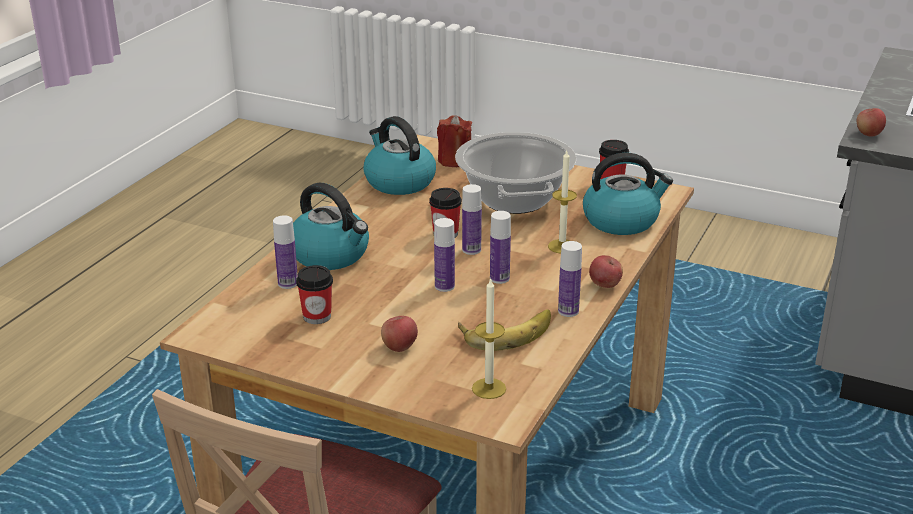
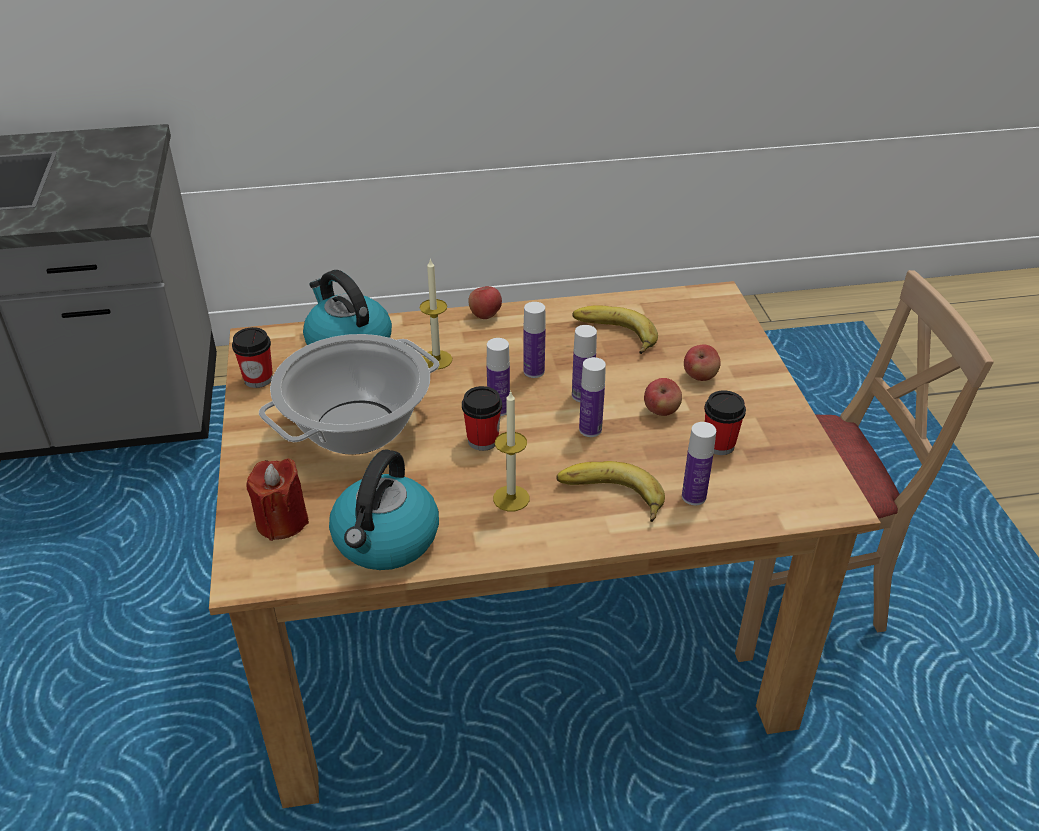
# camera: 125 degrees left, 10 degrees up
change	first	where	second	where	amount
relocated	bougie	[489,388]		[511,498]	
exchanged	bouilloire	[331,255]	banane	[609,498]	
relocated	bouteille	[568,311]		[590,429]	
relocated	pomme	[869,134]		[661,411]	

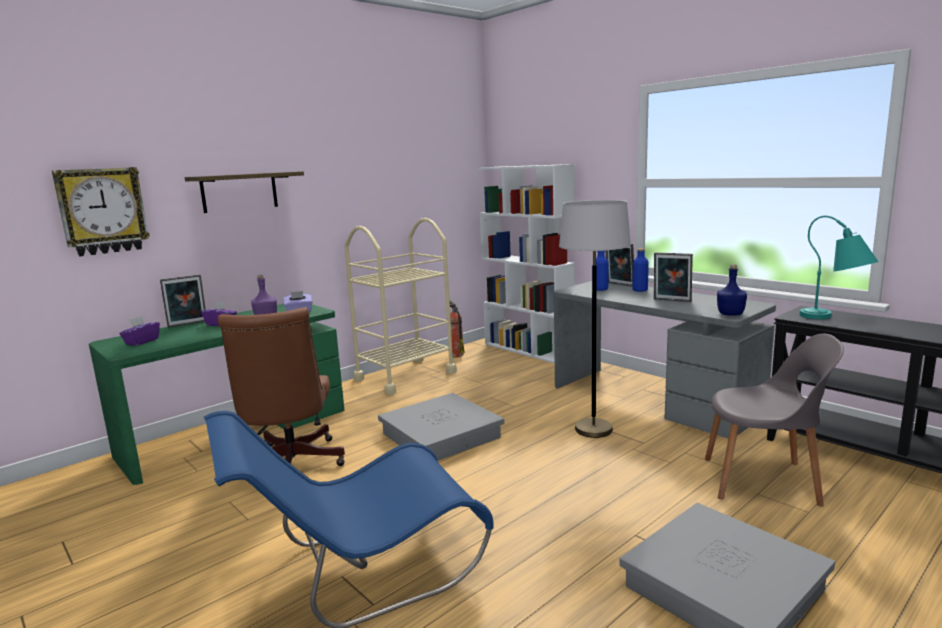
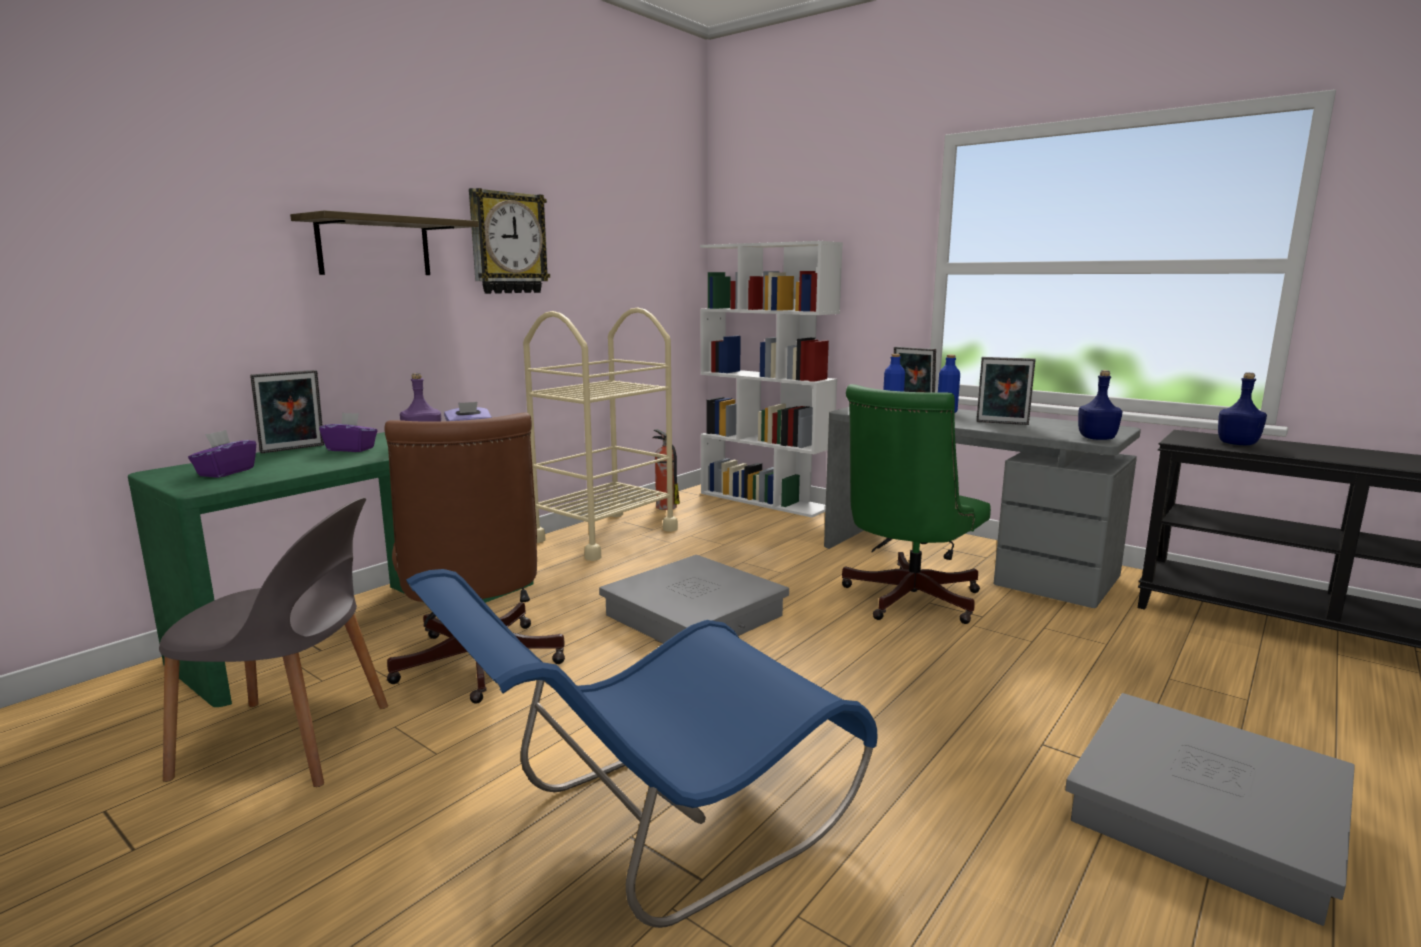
# camera: 10 degrees left, 0 degrees up
change	first	where	second	where	amount
relocated	chaise/gris	[764,481]		[290,742]	
relocated	horloge murale	[102,211]		[508,243]	
exchanged	lampadaire/gris	[593,429]	chaise de bureau/vert	[906,601]	
exchanged	lampe de table/turquoise	[835,319]	bouteille/bleu	[1236,443]	

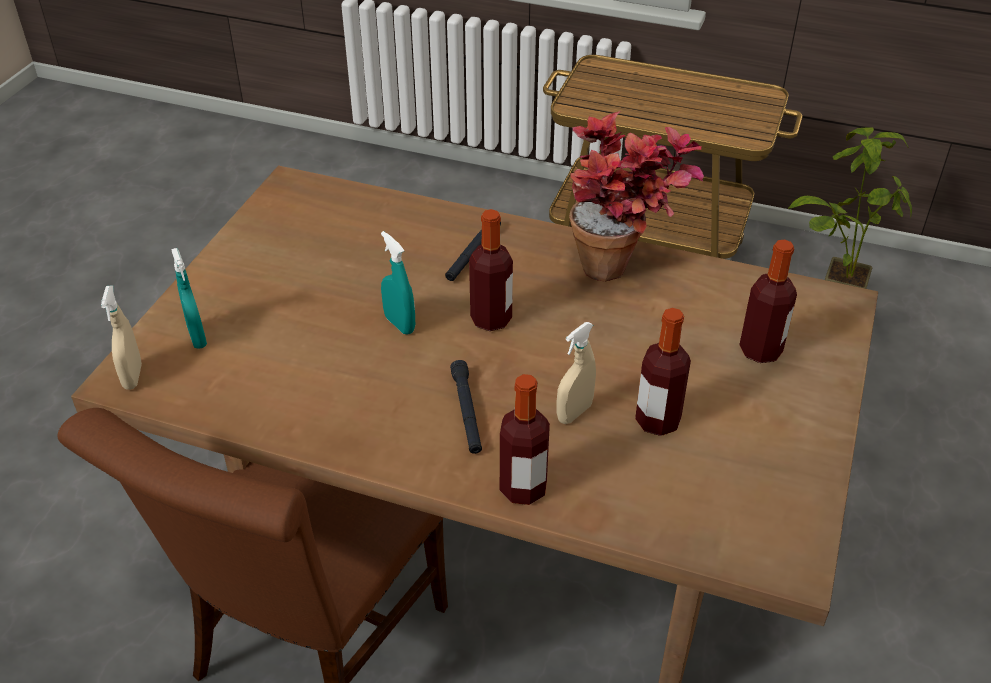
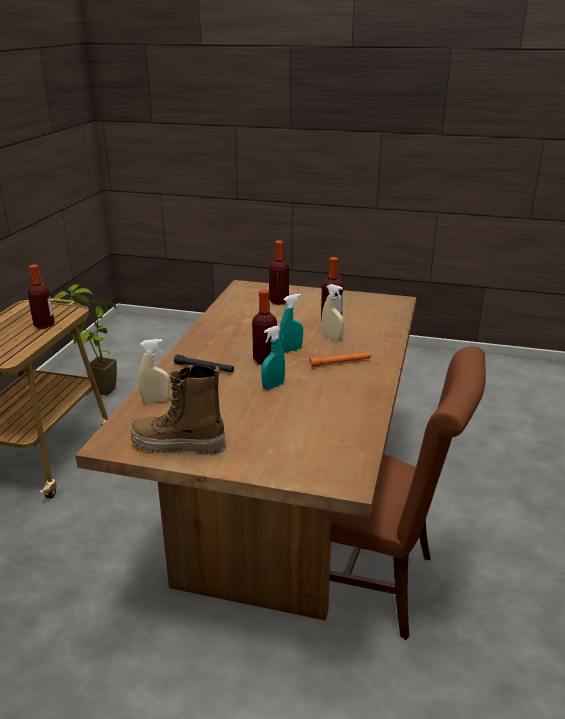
# camera: 95 degrees left, 15 degrees down
change	first	where	second	where	amount
relocated	bouteille	[523,488]		[44,325]	
appeared			botte	[179,446]	
relocated	vaporisateur/beige	[133,377]		[156,401]	
relocated	vaporisateur/turquoise	[197,337]		[291,350]	
colour	lampe de poche/noir	[467,412]	lampe de poche/orange	[340,363]	
missing	plante en pot	[621,270]			

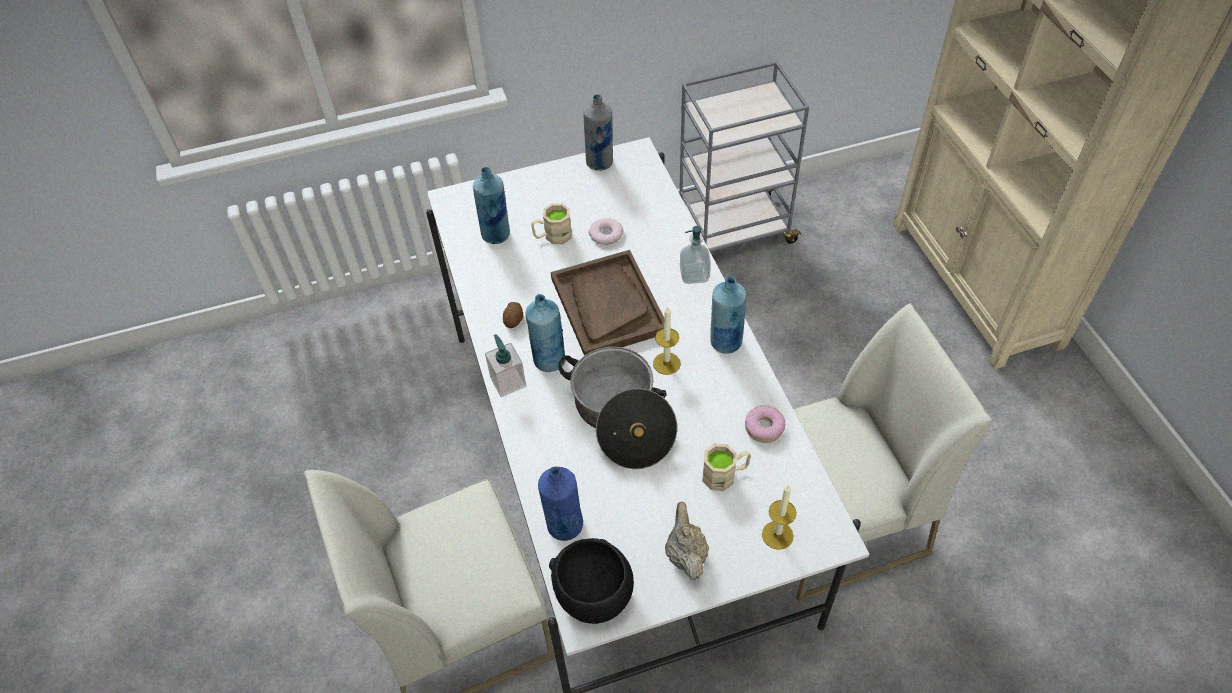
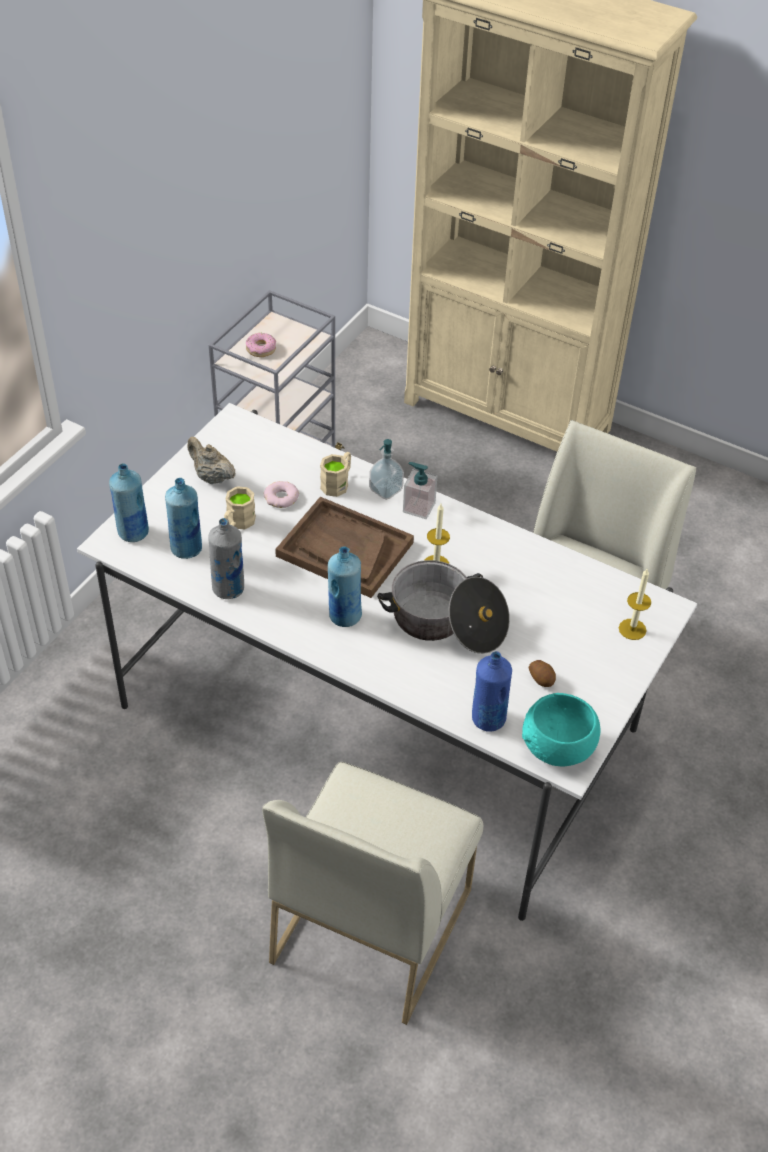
# camera: 45 degrees left, 5 degrees down
change	first	where	second	where	amount
relocated	bouteille/bleu	[725,342]		[133,533]	
relocated	théière/beige	[685,554]		[211,477]	
relocated	bouteille/gris	[600,162]		[228,588]	
relocated	beignet	[764,427]		[261,349]	
relocated	mug/beige	[725,475]		[338,483]	
relocated	distributeur de savon	[508,382]		[418,507]	
colour	bol/noir	[592,594]	bol/turquoise	[557,748]	
relocated	pomme de terre	[514,320]		[542,679]	

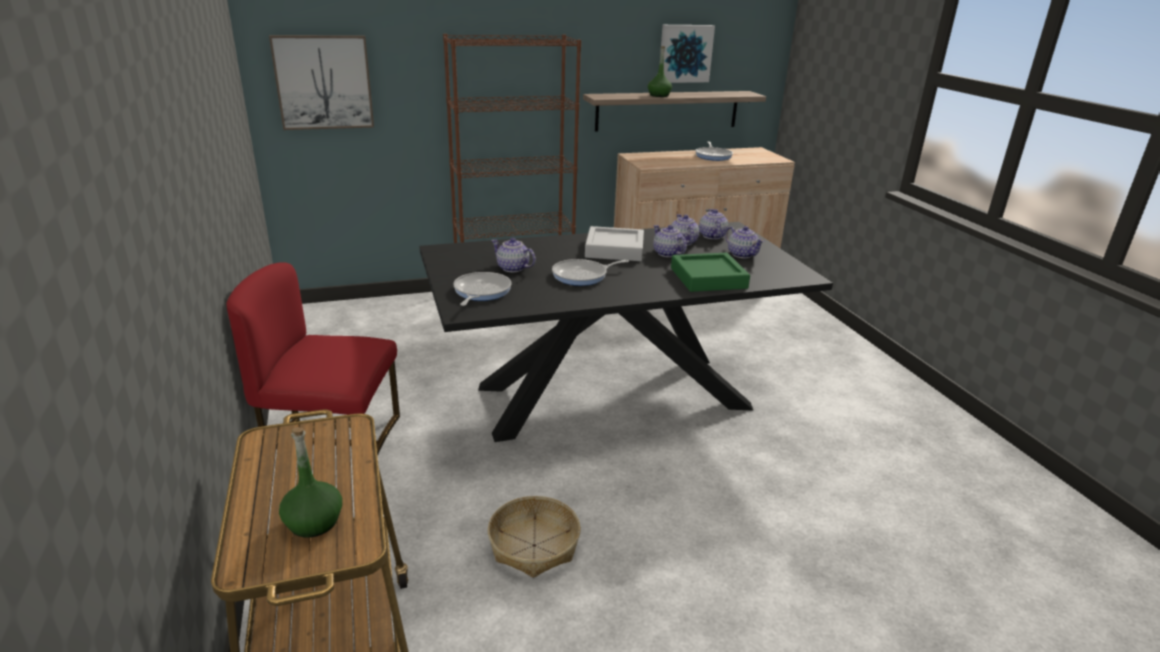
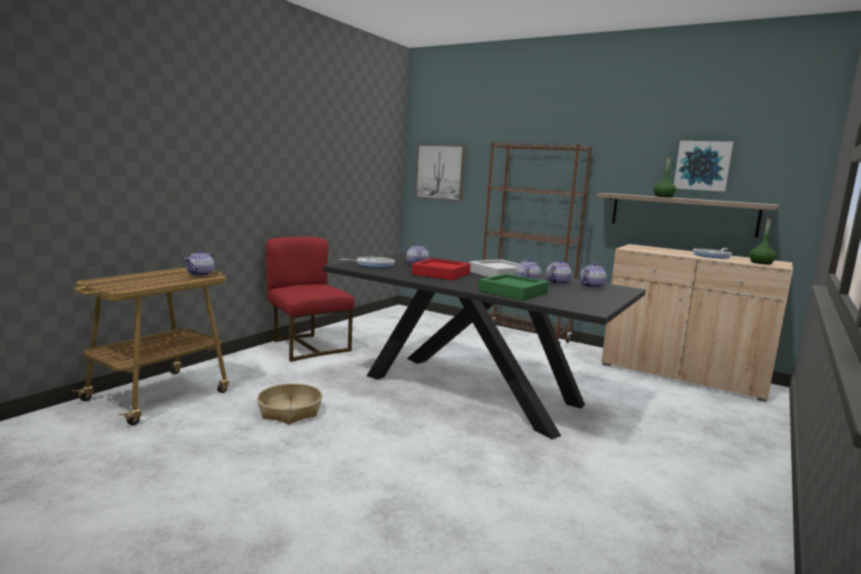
# camera: 50 degrees right, 15 degrees down
change	first	where	second	where	amount
relocated	théière	[742,254]		[200,274]	
exchanged	poêle	[582,276]	plateau/rouge	[441,274]	
relocated	bouteille/vert	[314,522]		[761,263]	

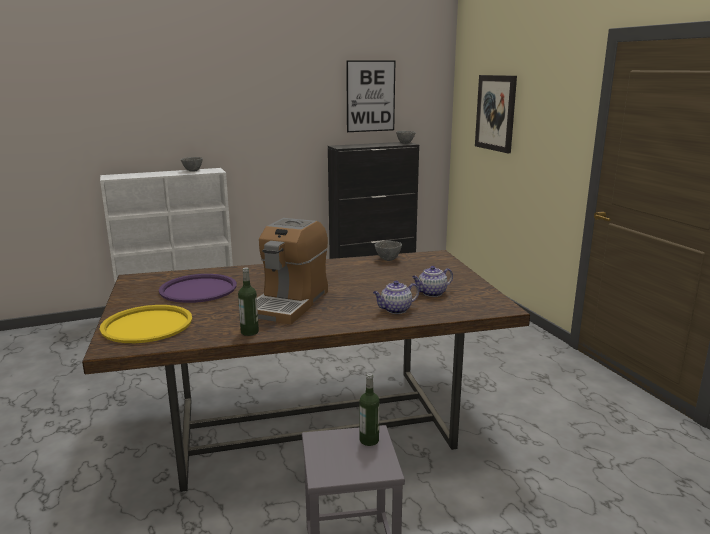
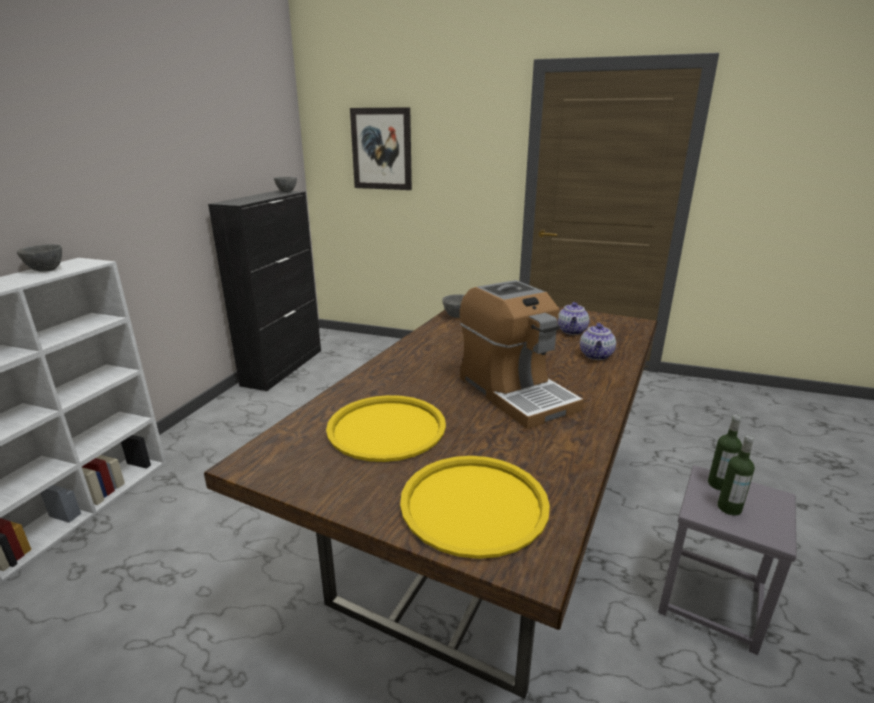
# camera: 50 degrees left, 5 degrees up
change	first	where	second	where	amount
colour	plateau/violet	[198,289]	plateau/jaune	[387,428]	
relocated	bouteille	[249,332]		[729,508]	
missing	tableau	[370,96]			

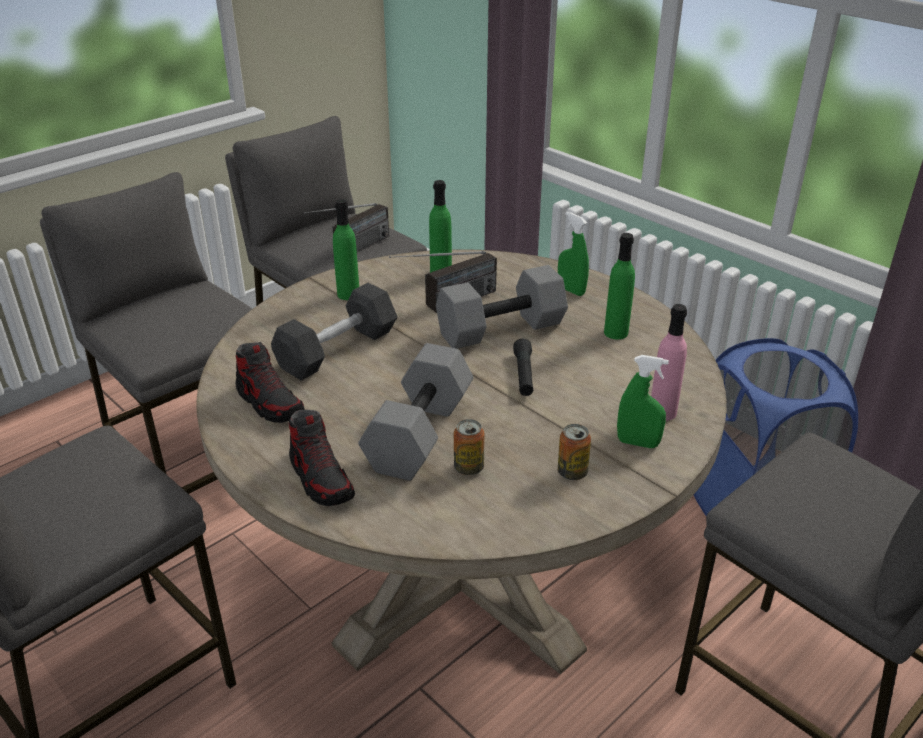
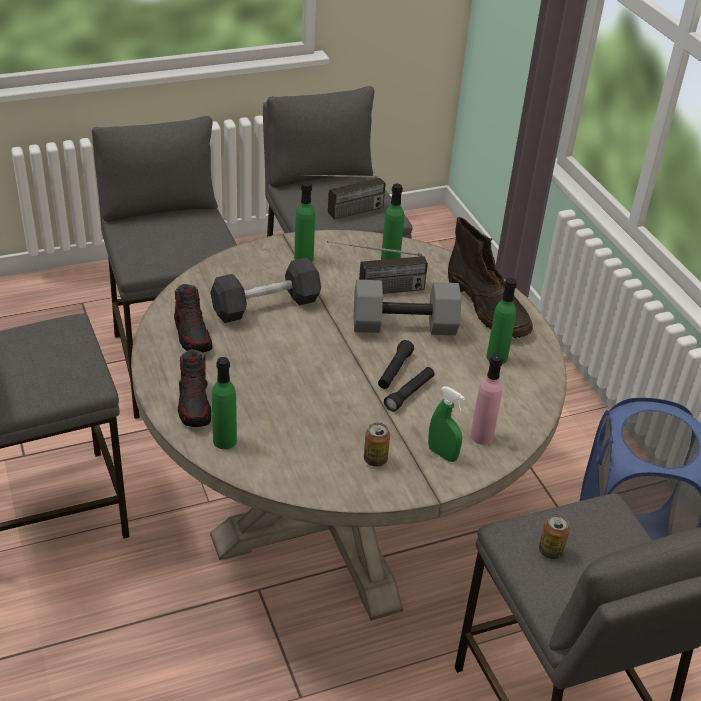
# camera: 20 degrees right, 5 degrees up
change	first	where	second	where	amount
appeared			bouteille/vert	[225,440]	
appeared			lampe de poche/noir	[409,394]	
exchanged	vaporisateur/vert	[571,290]	botte/marron	[488,307]	
relocated	boîte métallique	[468,468]		[550,551]	
missing	haltère/gris	[421,435]			

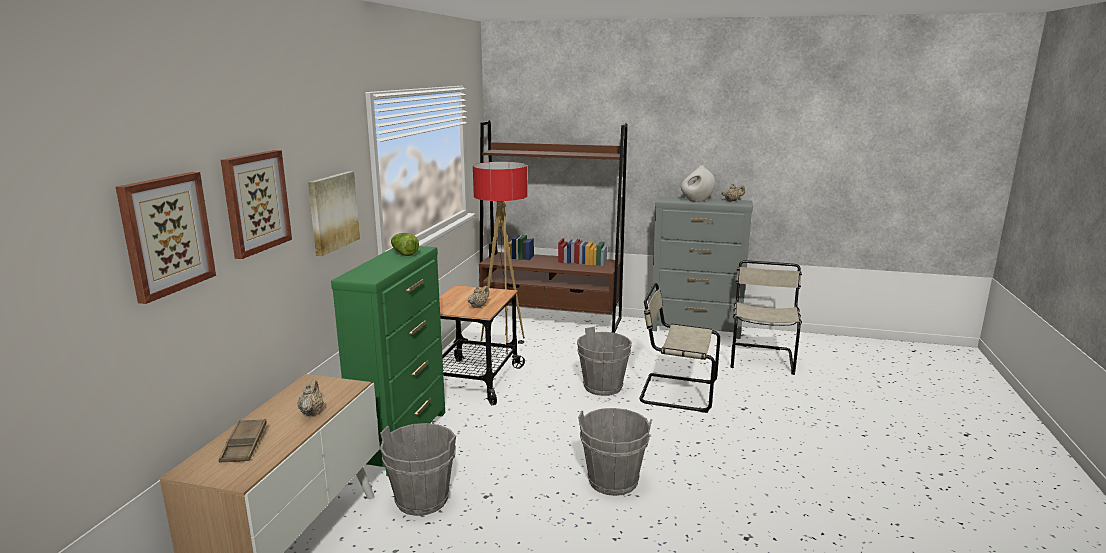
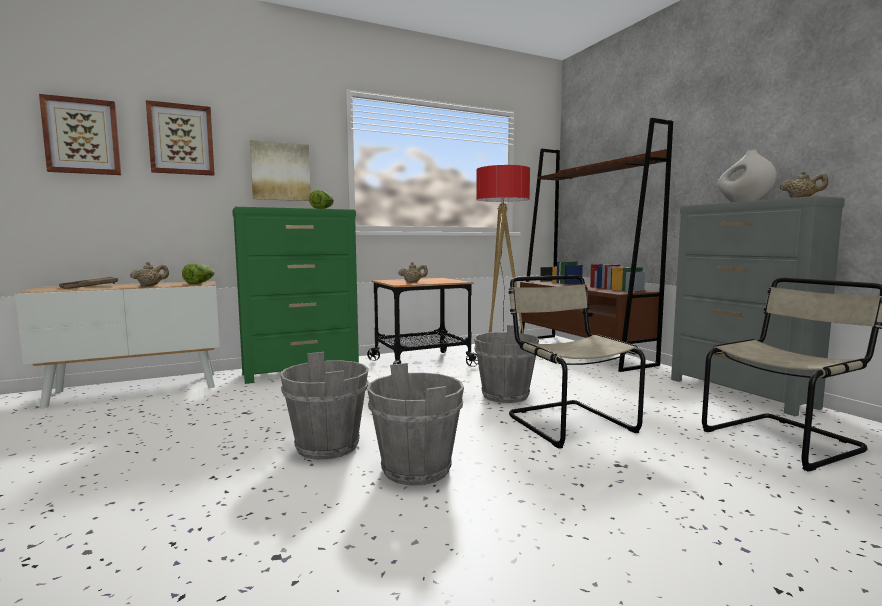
# camera: 50 degrees right, 10 degrees down
change	first	where	second	where	amount
appeared			laitue	[199,283]	
relocated	seau/gris	[422,500]		[415,469]	

